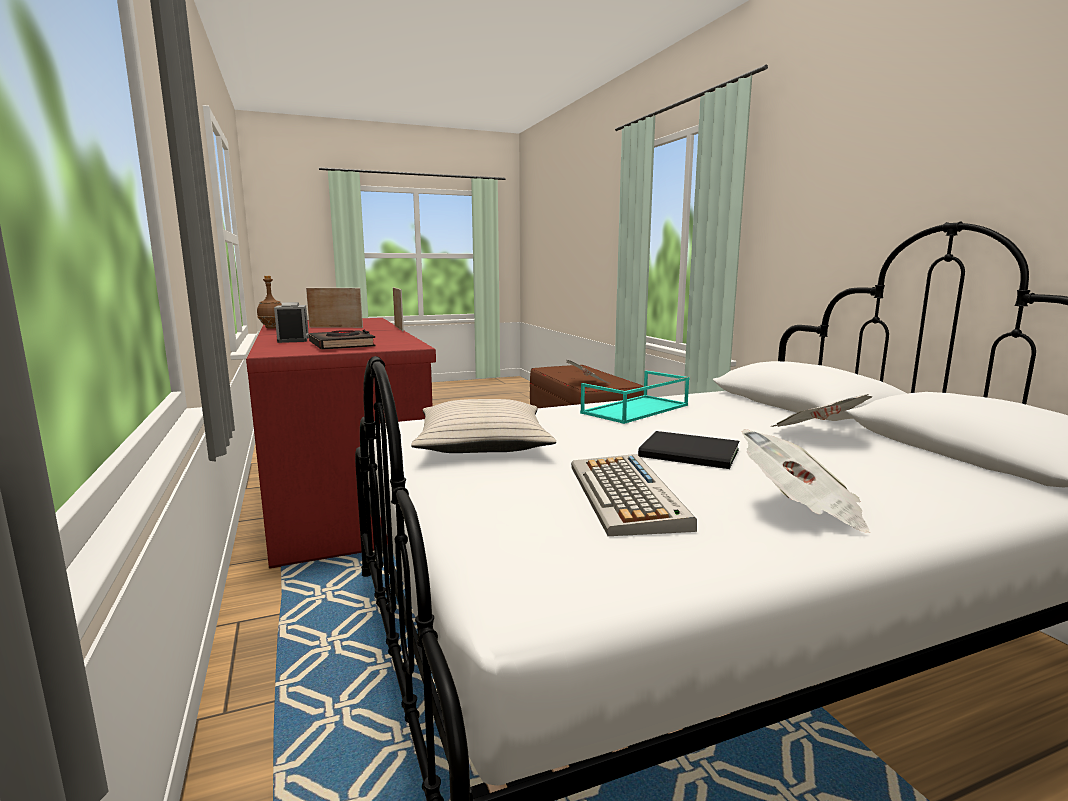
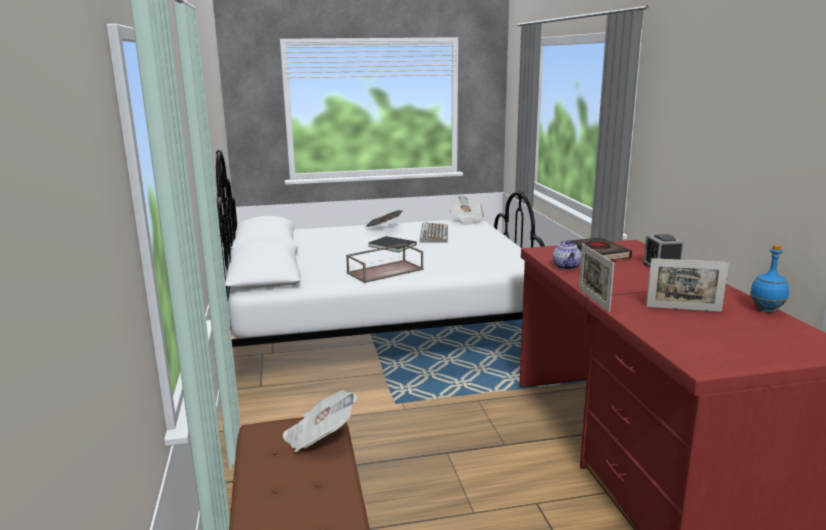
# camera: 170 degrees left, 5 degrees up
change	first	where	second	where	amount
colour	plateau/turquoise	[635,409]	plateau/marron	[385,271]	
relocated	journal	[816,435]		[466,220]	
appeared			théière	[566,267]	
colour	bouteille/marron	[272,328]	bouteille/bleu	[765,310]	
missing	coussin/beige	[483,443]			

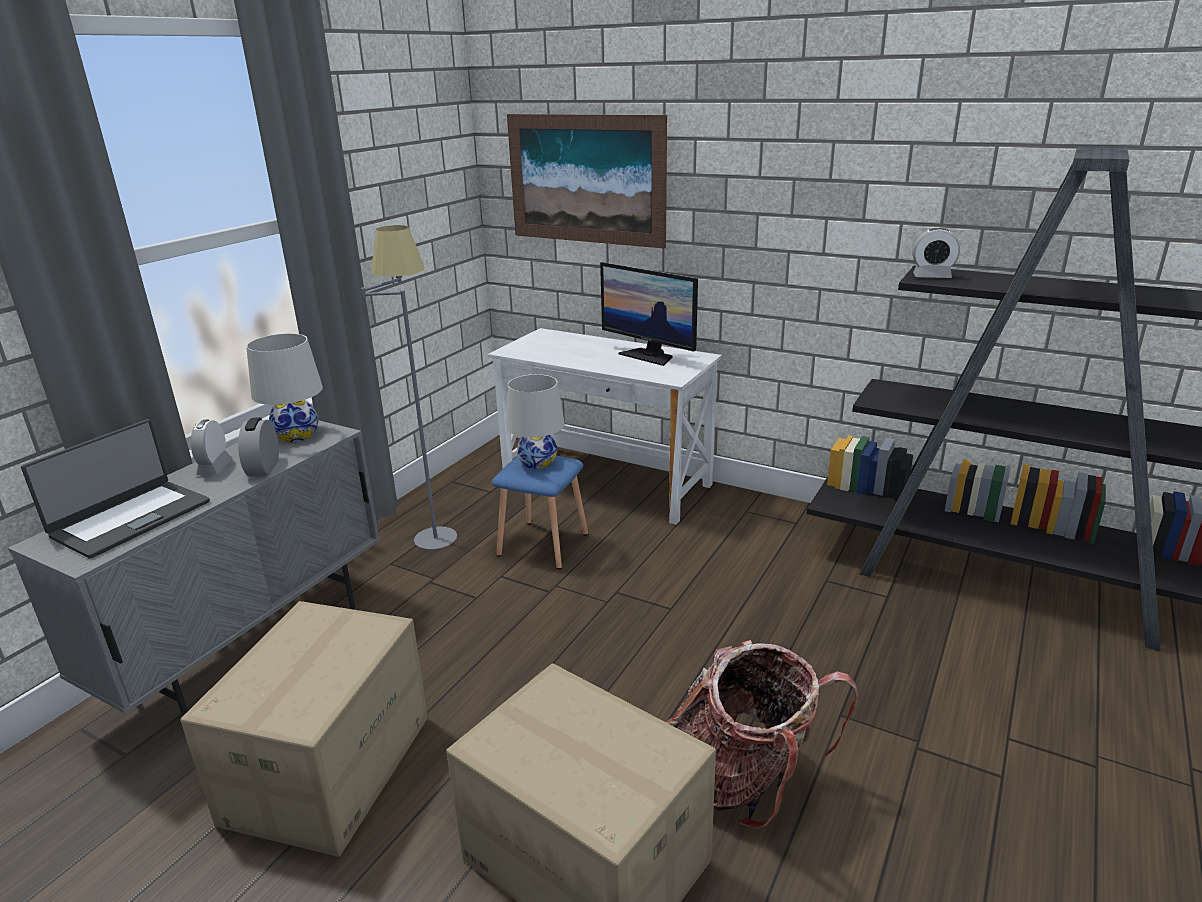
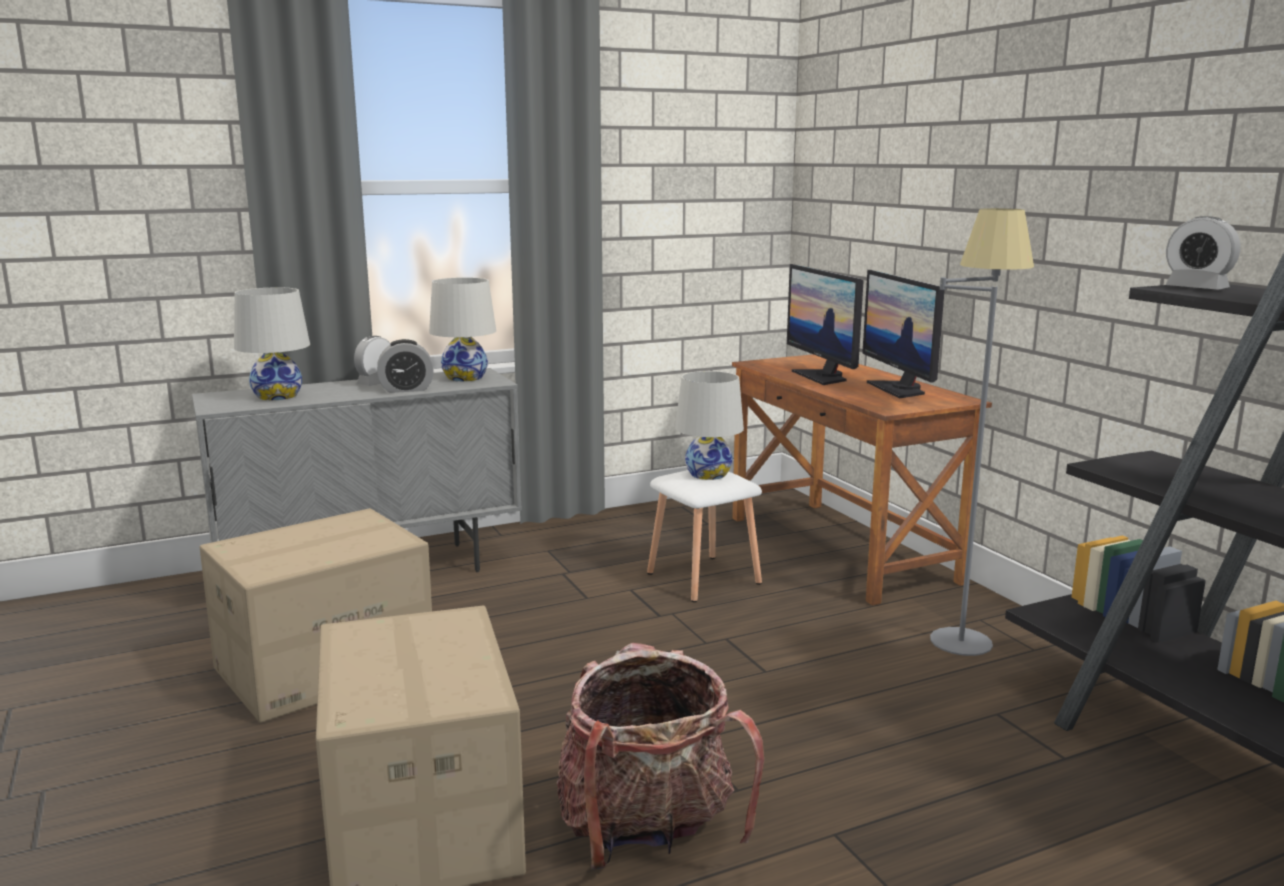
# camera: 35 degrees right, 10 degrees down
change	first	where	second	where	amount
exchanged	ordinateur portable	[130,518]	lampe de table/blanc	[277,396]	
spun	réveil	[263,468]		[406,389]	135 degrees counterclockwise
colour	tabouret/bleu	[541,544]	tabouret/blanc	[702,578]	
colour	bureau/blanc	[607,482]	bureau/marron	[841,549]	
appeared			écran d'ordinateur	[823,377]	
relocated	lampadaire/gris	[432,529]		[959,629]	
missing	tableau	[586,179]			

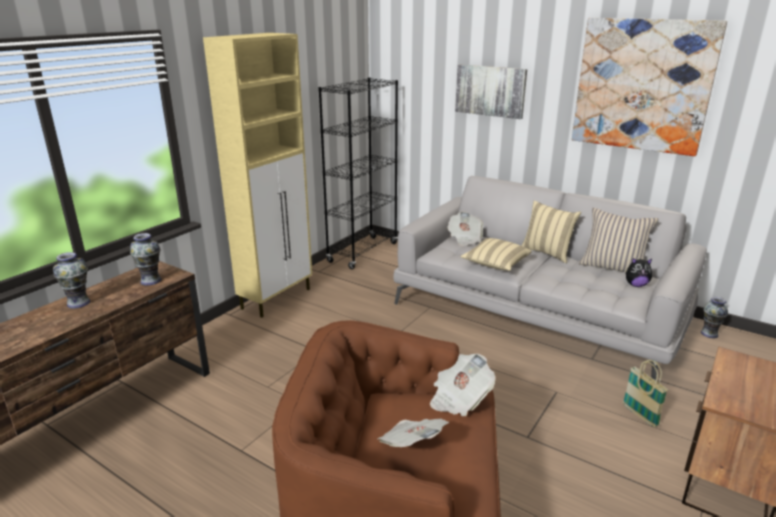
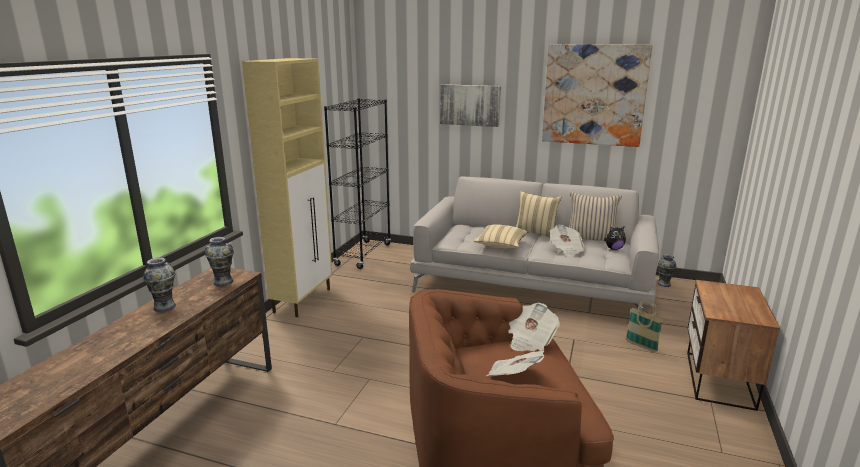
# camera: 15 degrees left, 5 degrees down
change	first	where	second	where	amount
relocated	journal	[464,238]		[566,249]	

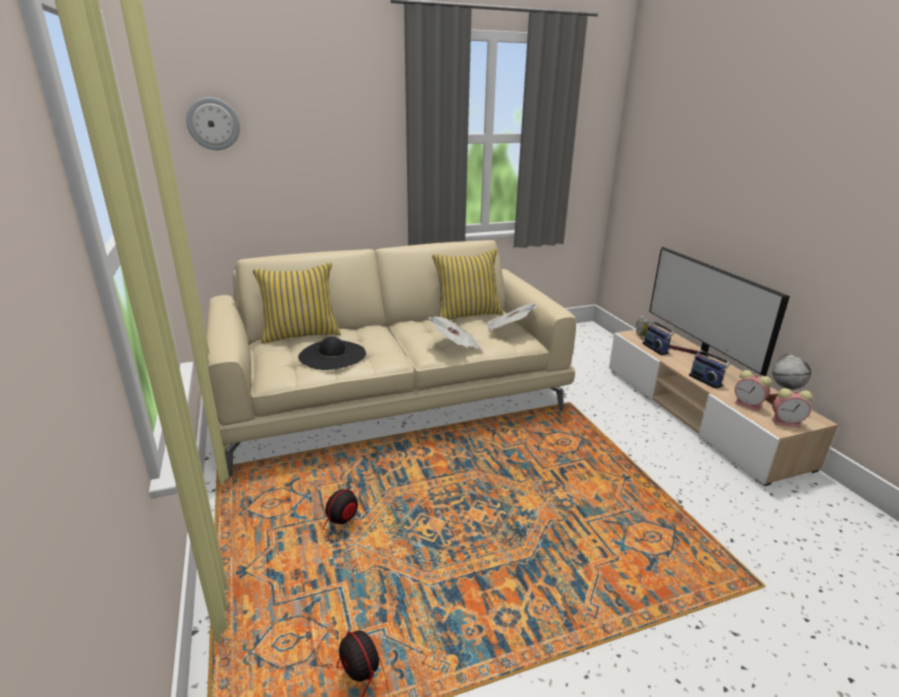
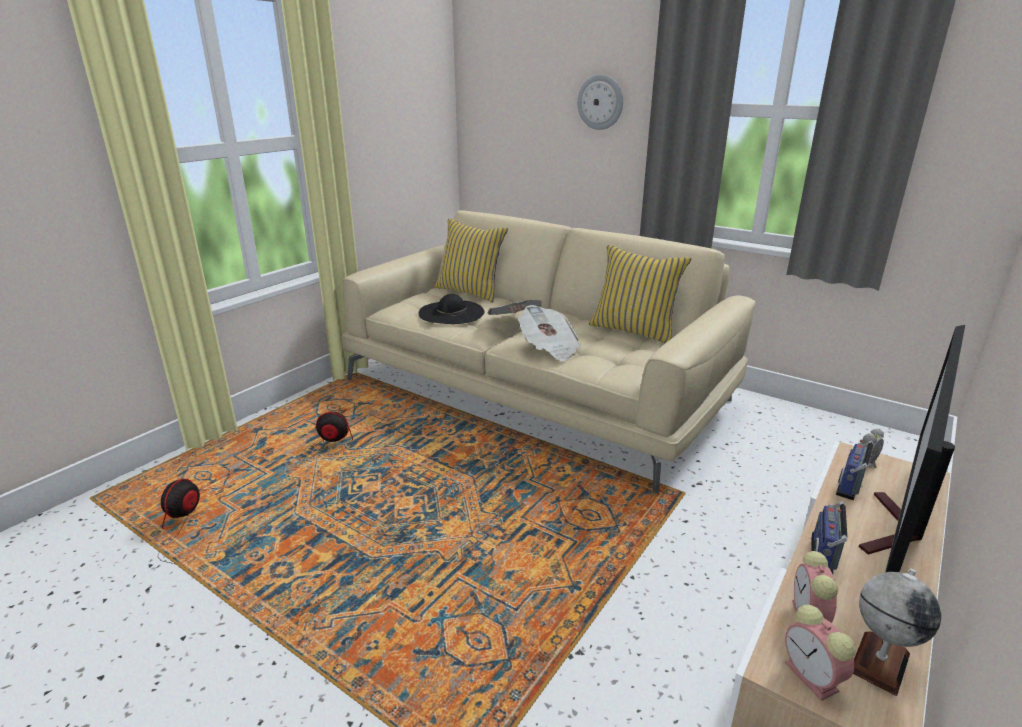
# camera: 55 degrees right, 0 degrees up
change	first	where	second	where	amount
relocated	journal	[508,329]		[514,322]	
relocated	horloge murale	[213,124]		[600,102]	

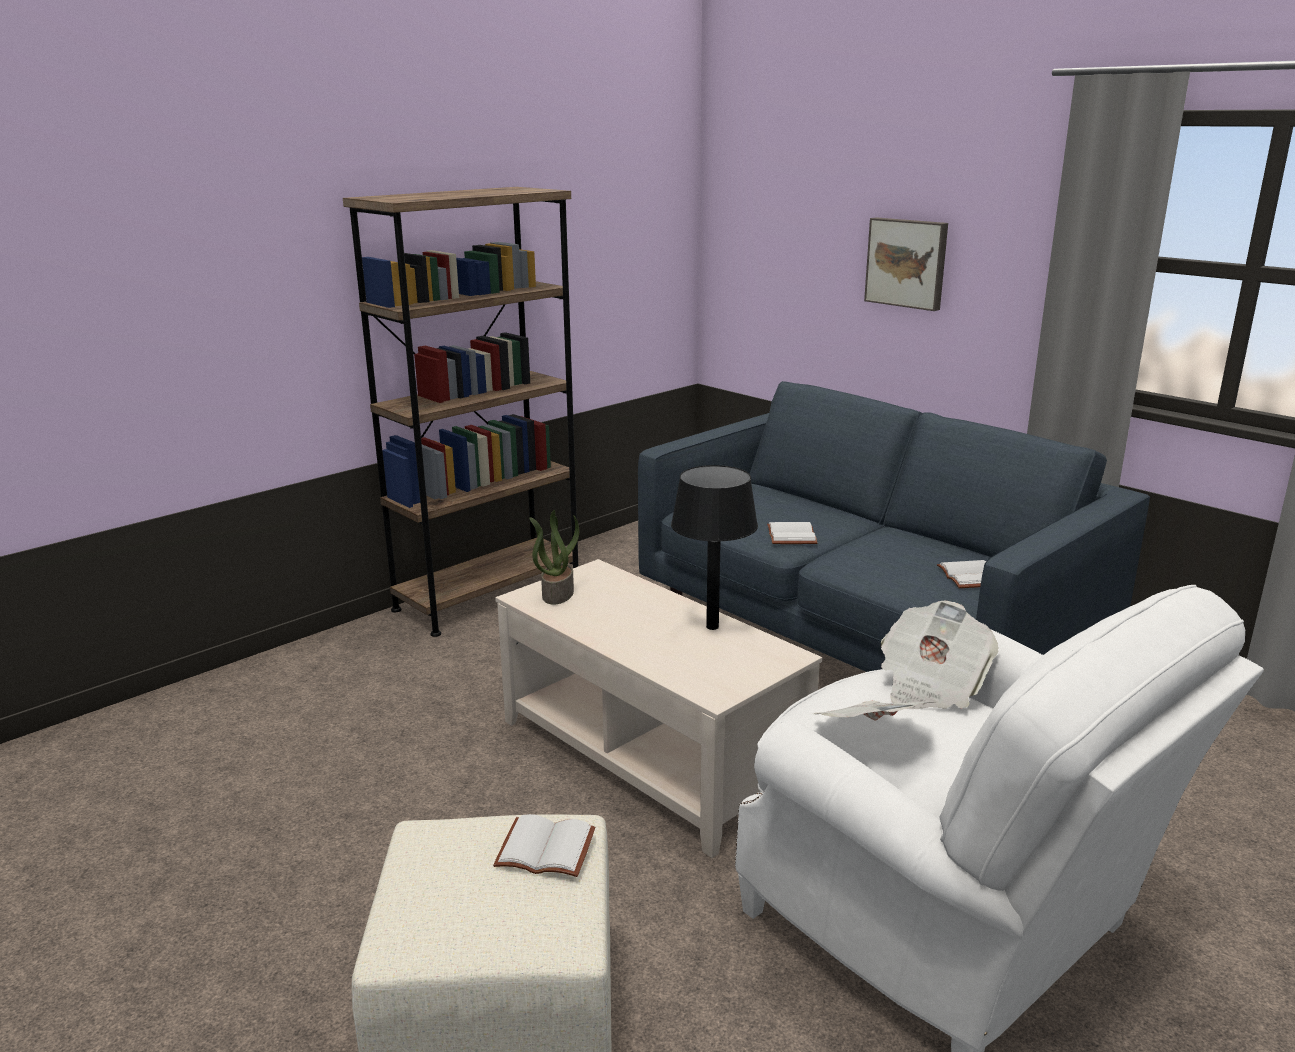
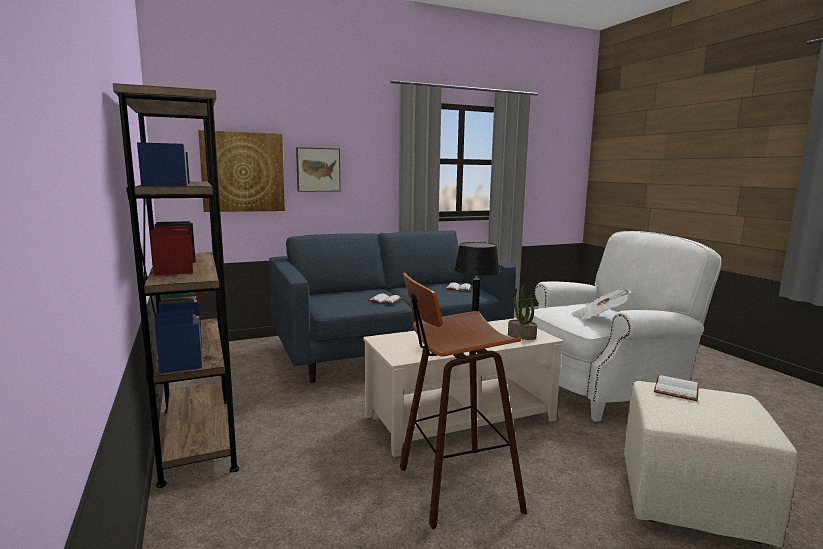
# camera: 70 degrees left, 10 degrees down
change	first	where	second	where	amount
appeared			tableau	[243,172]	
appeared			tabouret	[454,487]	
relocated	plante en pot	[557,593]		[521,336]	
missing	journal	[931,684]			

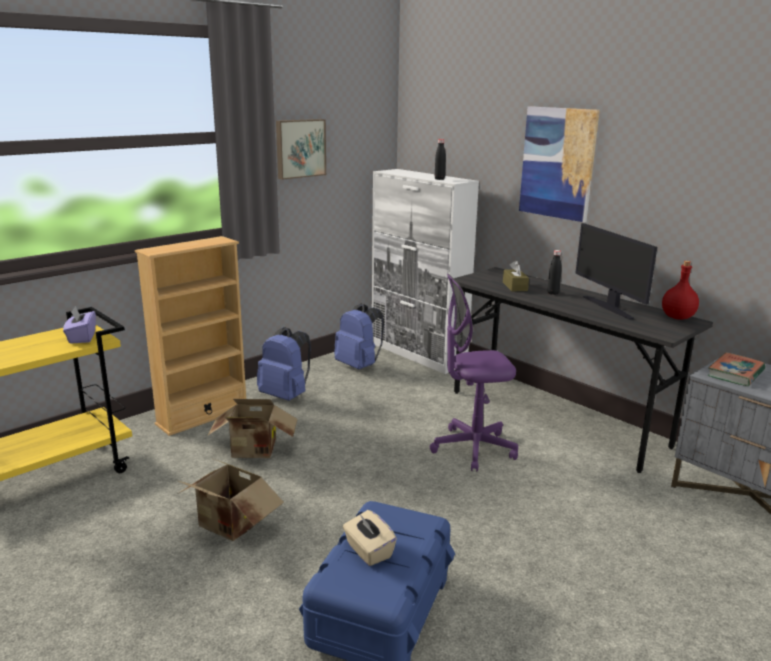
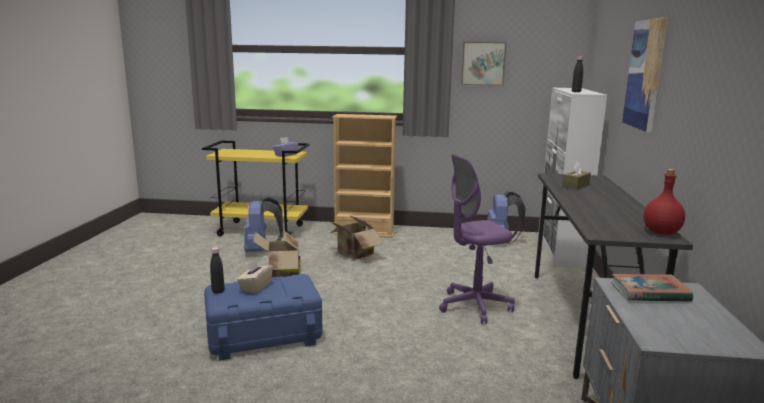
# camera: 50 degrees right, 5 degrees down
change	first	where	second	where	amount
relocated	bouteille/noir	[553,293]		[218,291]	
relocated	sac à dos/bleu	[286,396]		[261,251]	
spun	chaise de bureau/violet	[473,449]		[474,306]	60 degrees counterclockwise
missing	écran d'ordinateur	[609,307]			

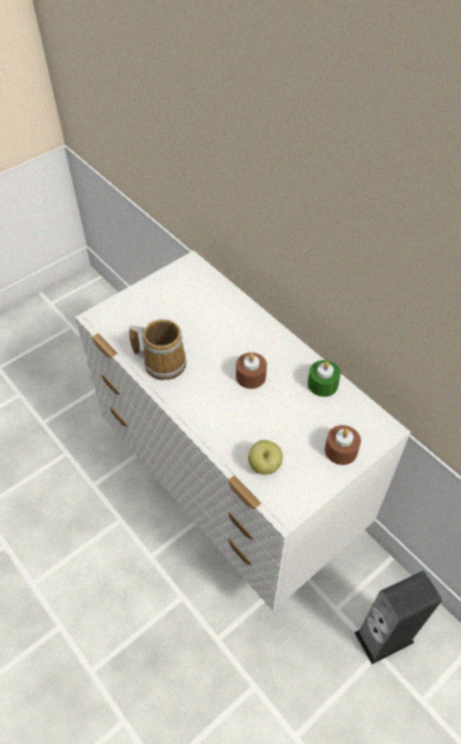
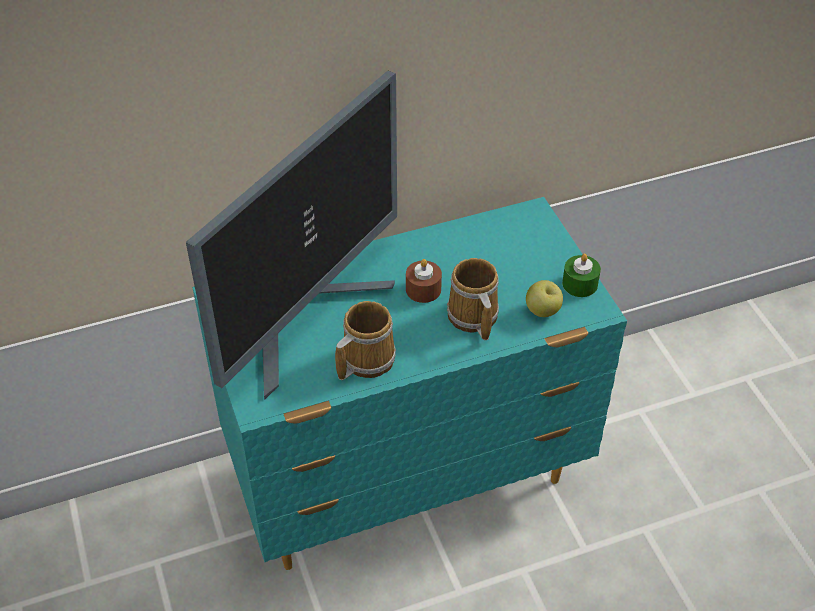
# camera: 70 degrees left, 5 degrees down
change	first	where	second	where	amount
appeared			écran d'ordinateur	[306,317]	
colour	commode/blanc	[232,493]	commode/turquoise	[409,479]	
appeared			mug	[472,317]	
relocated	bougie/vert	[322,384]		[580,284]	
missing	bougie/marron	[341,450]			
missing	enceinte	[384,637]			

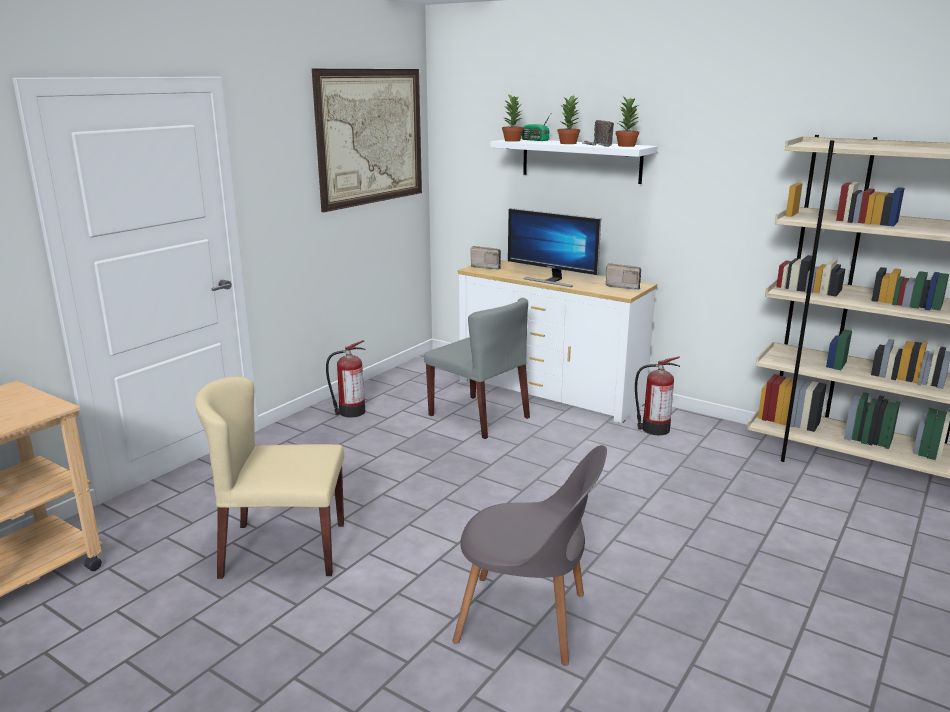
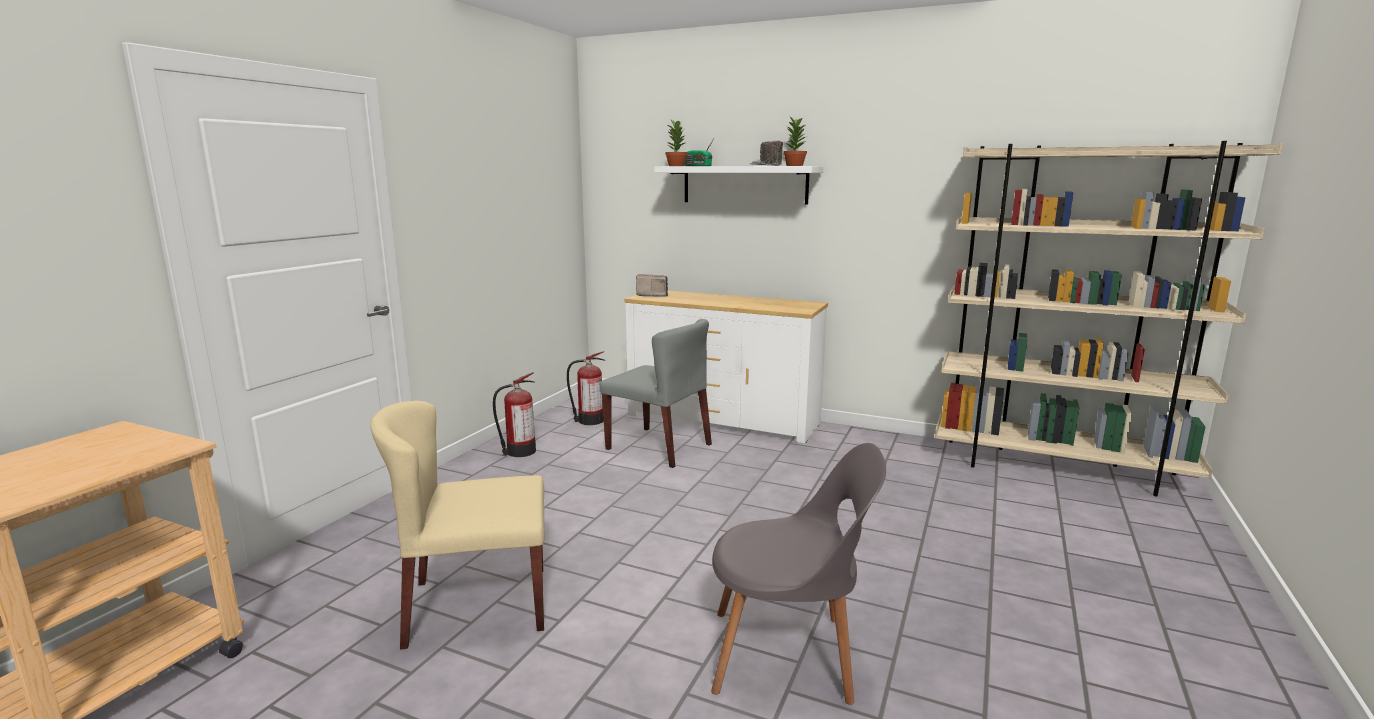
# camera: 10 degrees left, 5 degrees down
change	first	where	second	where	amount
relocated	extincteur	[653,429]		[589,420]	
missing	tableau	[371,137]			
missing	écran d'ordinateur	[551,280]			
missing	plante en pot	[568,143]			
missing	radio	[623,286]			

